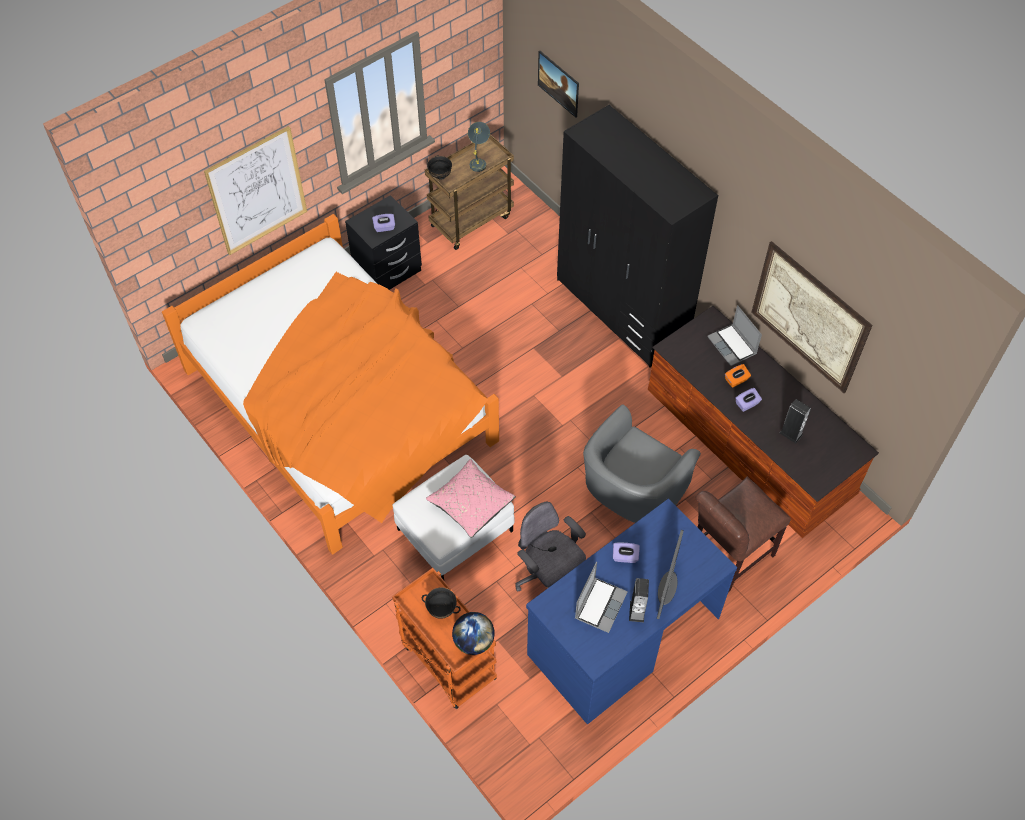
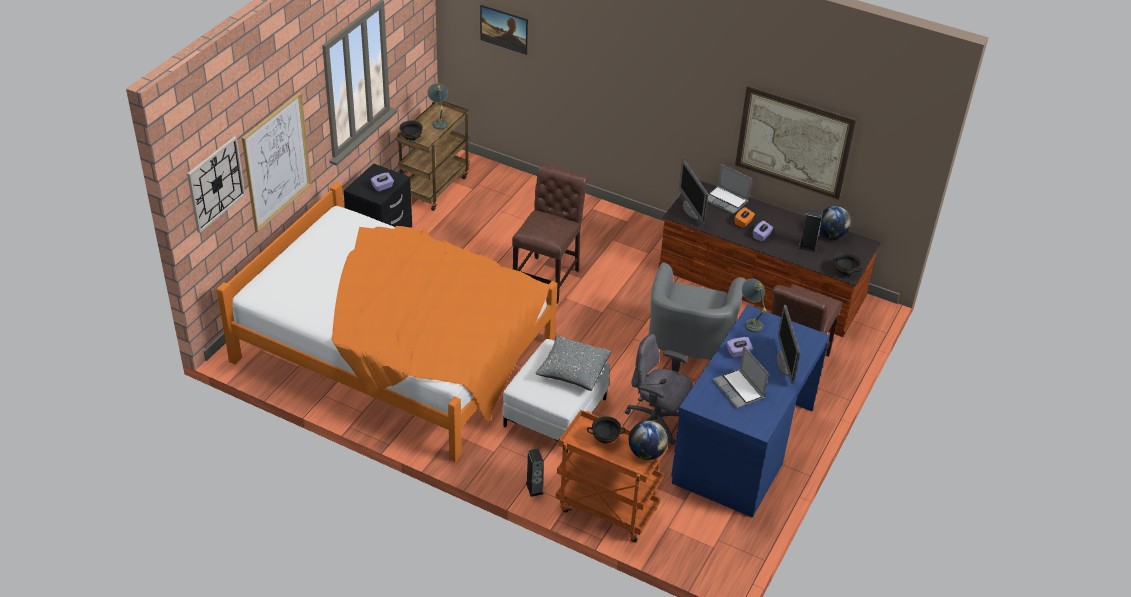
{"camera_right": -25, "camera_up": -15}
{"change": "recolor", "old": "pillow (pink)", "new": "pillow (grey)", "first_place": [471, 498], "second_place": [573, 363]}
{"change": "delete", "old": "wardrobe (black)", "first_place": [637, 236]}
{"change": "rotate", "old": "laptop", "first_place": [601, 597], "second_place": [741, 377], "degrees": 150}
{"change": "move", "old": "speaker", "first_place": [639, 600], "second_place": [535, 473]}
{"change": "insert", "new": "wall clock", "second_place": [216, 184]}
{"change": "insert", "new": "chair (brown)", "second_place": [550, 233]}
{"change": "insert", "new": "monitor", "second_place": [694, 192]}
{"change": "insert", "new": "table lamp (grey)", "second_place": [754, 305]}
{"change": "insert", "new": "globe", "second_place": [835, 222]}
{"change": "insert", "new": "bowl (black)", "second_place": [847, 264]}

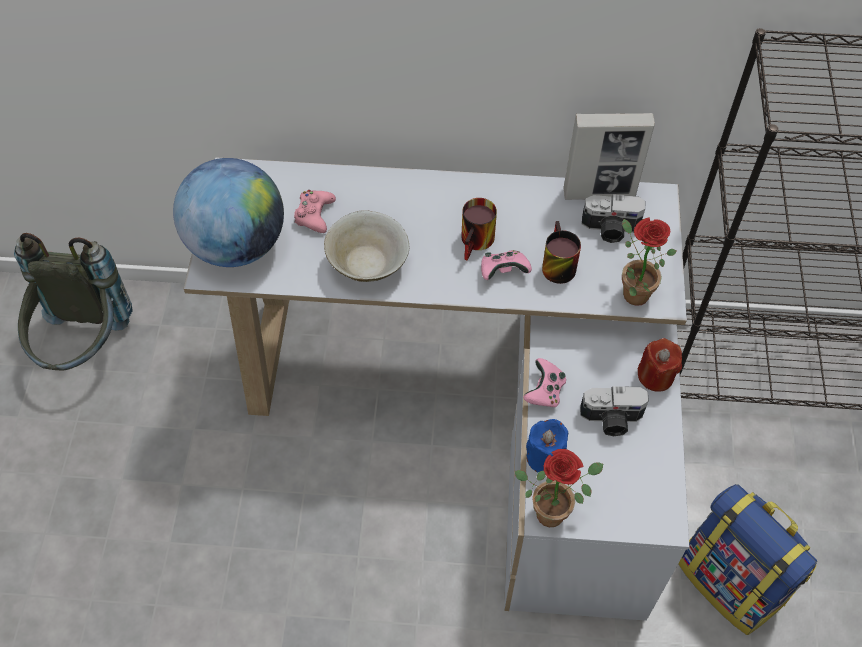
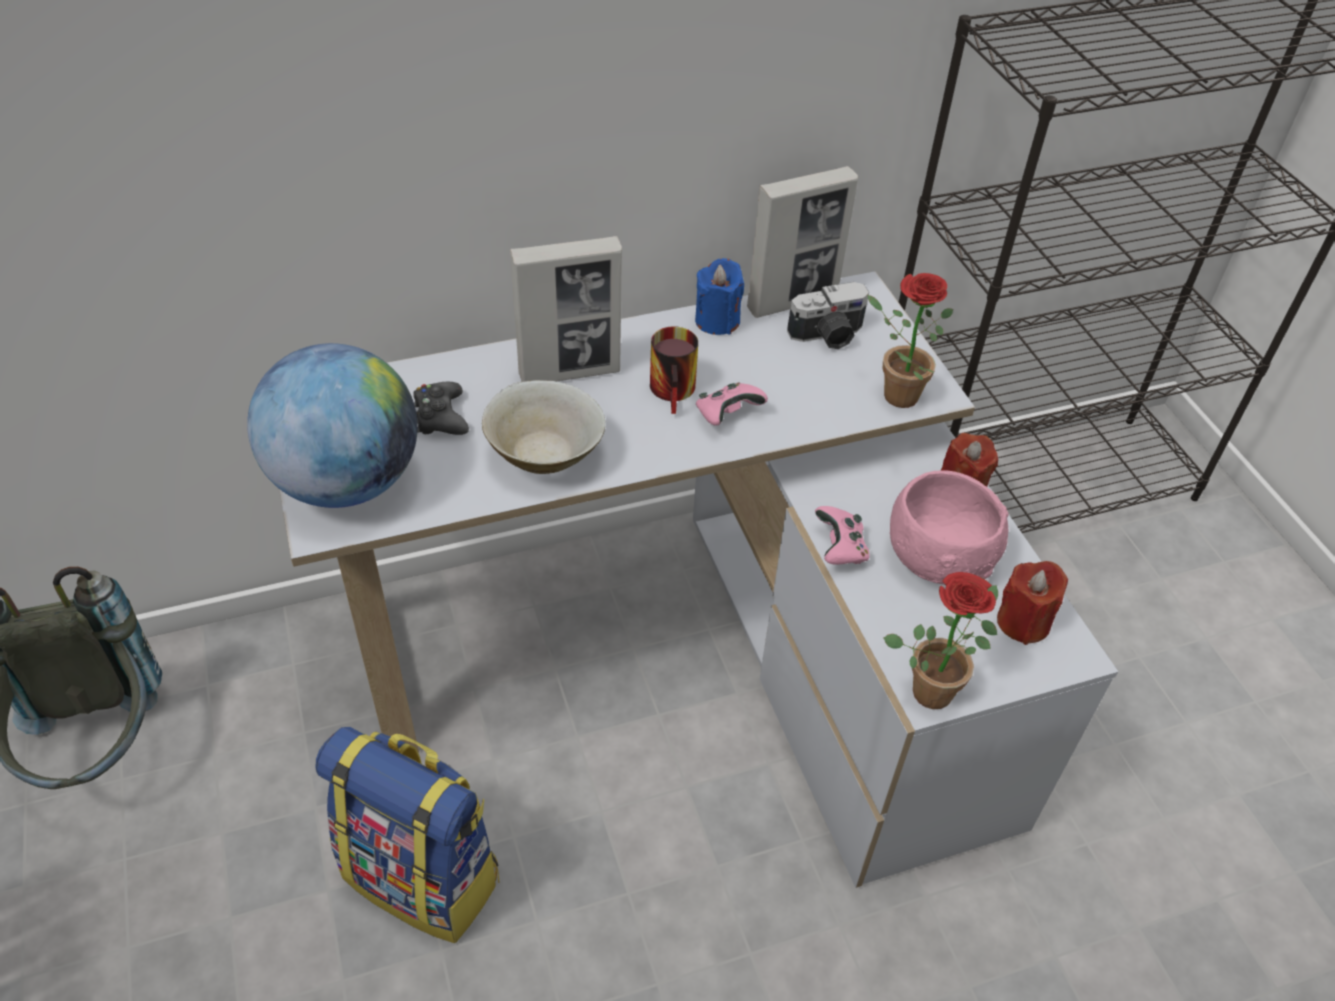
{"camera_right": -25, "camera_up": -10}
{"change": "recolor", "old": "game controller (pink)", "new": "game controller (black)", "first_place": [315, 211], "second_place": [441, 408]}
{"change": "move", "old": "candle (blue)", "first_place": [547, 446], "second_place": [719, 296]}
{"change": "delete", "old": "mug", "first_place": [561, 252]}
{"change": "replace", "old": "photo camera", "new": "bowl (pink)", "first_place": [614, 411], "second_place": [949, 527]}
{"change": "move", "old": "backpack", "first_place": [747, 559], "second_place": [407, 835]}
{"change": "insert", "new": "picture frame", "second_place": [566, 309]}
{"change": "insert", "new": "candle (red)", "second_place": [1032, 603]}

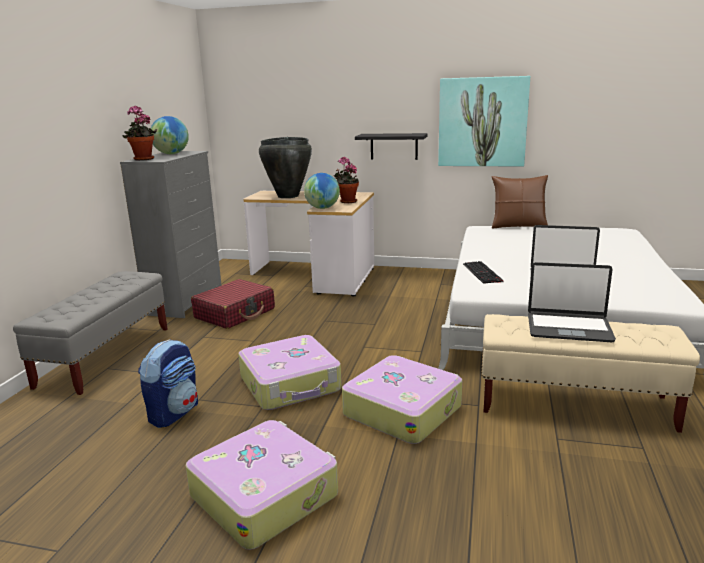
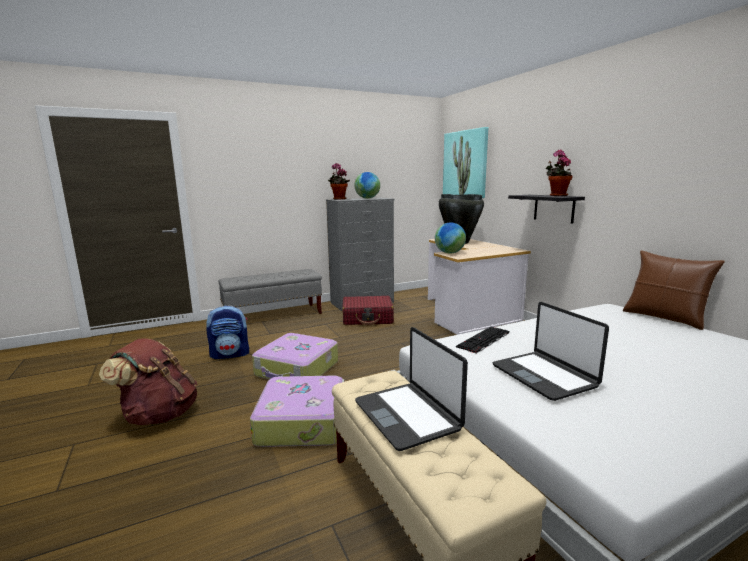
{"camera_right": 50, "camera_up": -5}
{"change": "replace", "old": "suitcase", "new": "backpack (brown)", "first_place": [262, 485], "second_place": [148, 381]}
{"change": "move", "old": "potted plant", "first_place": [346, 180], "second_place": [559, 173]}
{"change": "move", "old": "picture", "first_place": [484, 121], "second_place": [465, 162]}

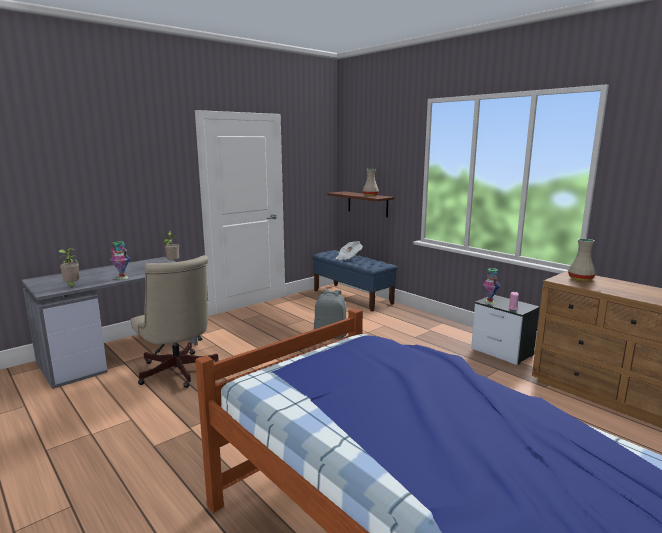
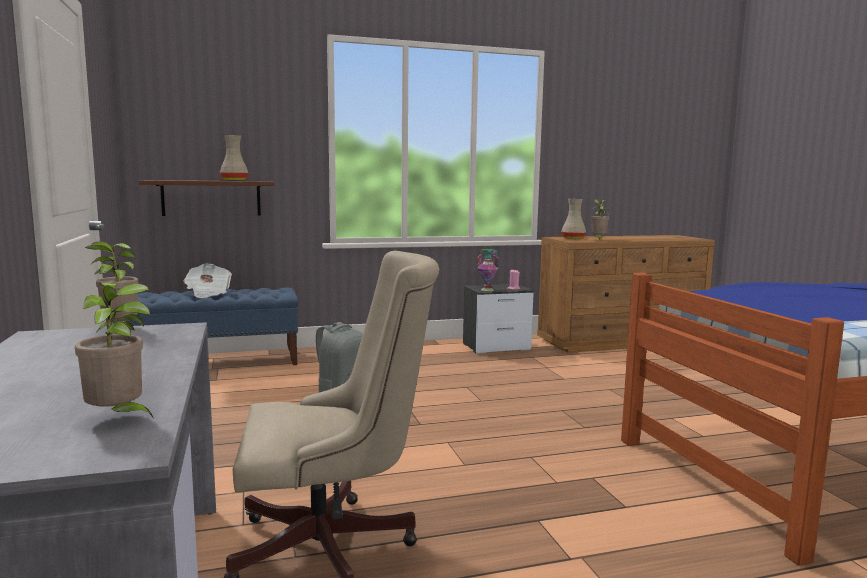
{"camera_right": -65, "camera_up": -5}
{"change": "delete", "old": "vase", "first_place": [120, 260]}
{"change": "insert", "new": "potted plant", "second_place": [600, 220]}

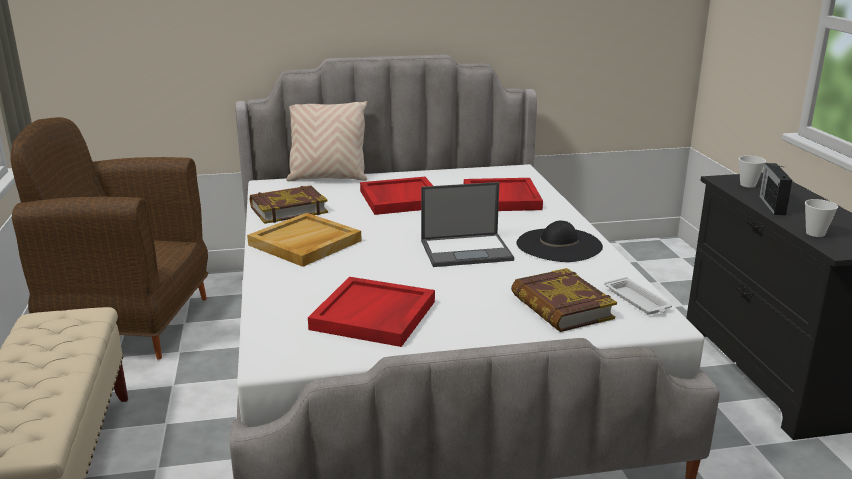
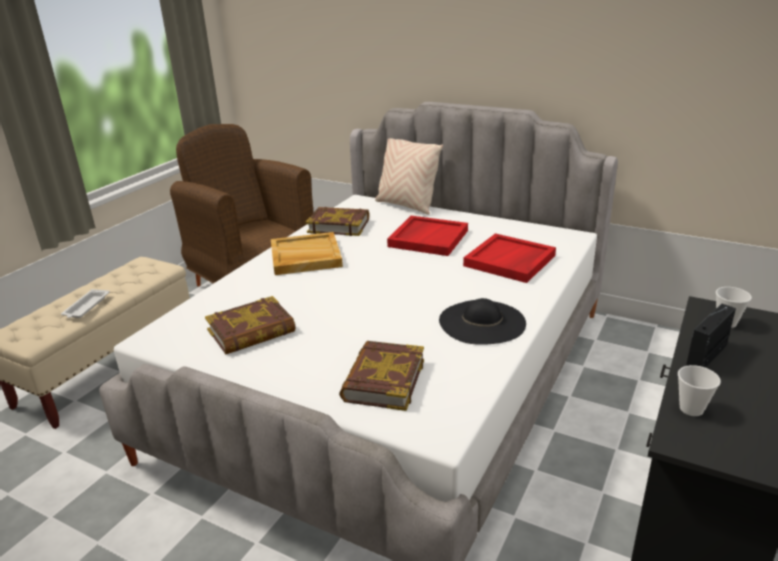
{"camera_right": 40, "camera_up": 5}
{"change": "replace", "old": "tray (red)", "new": "book", "first_place": [371, 312], "second_place": [250, 325]}
{"change": "delete", "old": "laptop", "first_place": [467, 224]}
{"change": "move", "old": "tray (white)", "first_place": [638, 296], "second_place": [85, 303]}

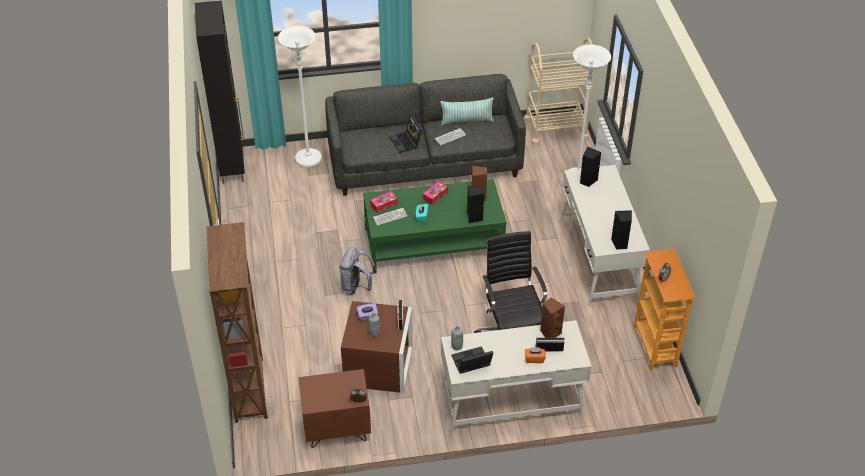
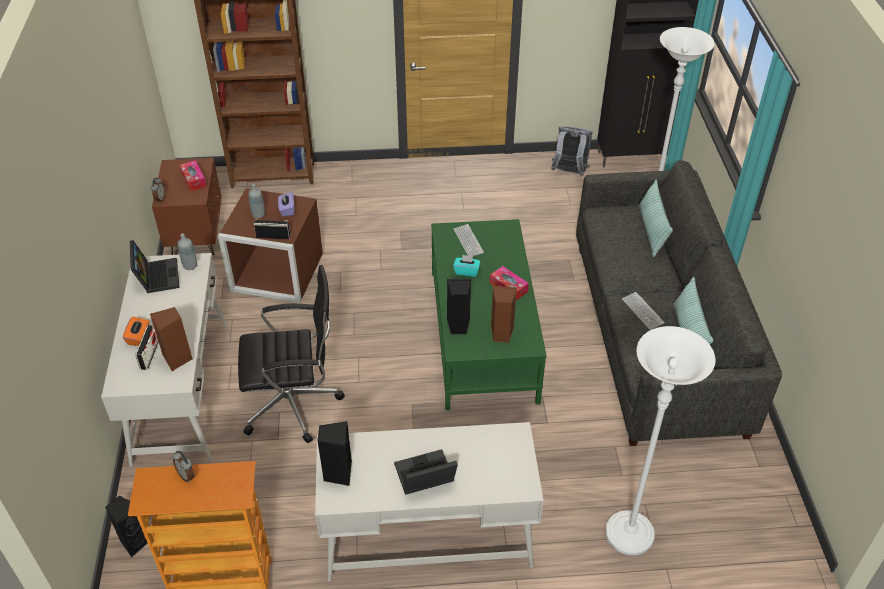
{"camera_right": 95, "camera_up": 0}
{"change": "move", "old": "backpack (grey)", "first_place": [358, 271], "second_place": [572, 151]}
{"change": "move", "old": "tissue box", "first_place": [384, 202], "second_place": [193, 175]}
{"change": "move", "old": "laptop", "first_place": [406, 134], "second_place": [426, 472]}
{"change": "delete", "old": "cart (beige)", "first_place": [559, 92]}
{"change": "move", "old": "speaker (black)", "first_place": [591, 166], "second_place": [126, 526]}
{"change": "insert", "new": "pillow", "second_place": [655, 219]}

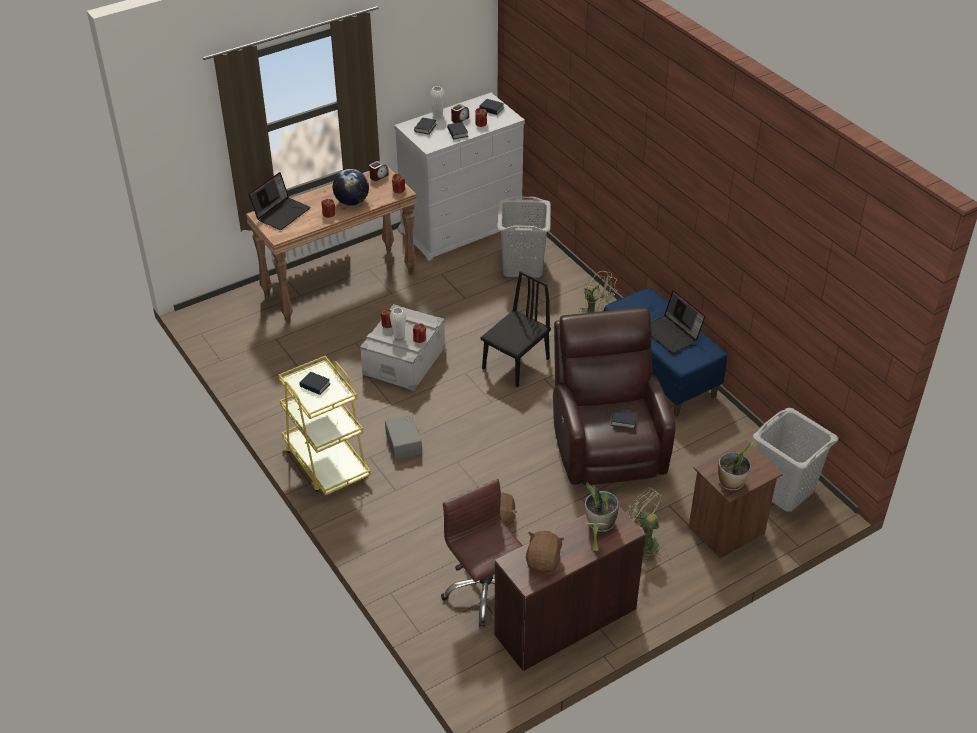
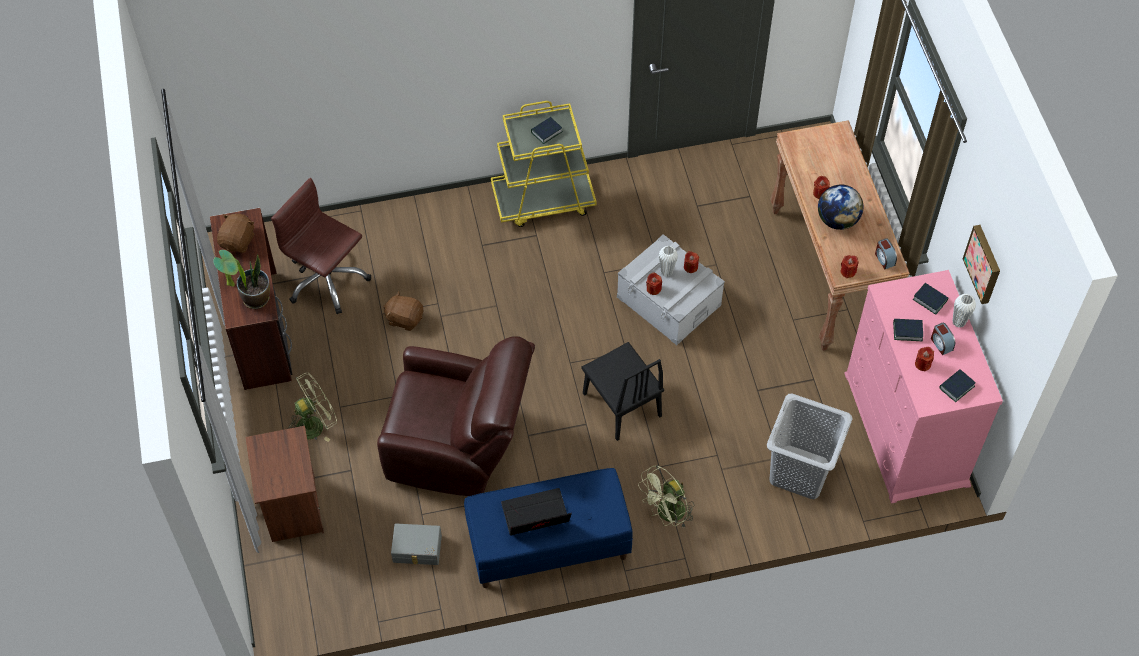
{"camera_right": 110, "camera_up": 15}
{"change": "delete", "old": "laptop", "first_place": [280, 201]}
{"change": "move", "old": "storage box (grey)", "first_place": [403, 437], "second_place": [416, 544]}
{"change": "recolor", "old": "dresser (white)", "new": "dresser (pink)", "first_place": [459, 177], "second_place": [923, 387]}
{"change": "rotate", "old": "office chair (brown)", "first_place": [482, 553], "second_place": [321, 246], "degrees": -135}
{"change": "rotate", "old": "plush toy (brown)", "first_place": [545, 551], "second_place": [235, 233], "degrees": -105}
{"change": "delete", "old": "book", "first_place": [624, 419]}
{"change": "delete", "old": "potted plant", "first_place": [736, 466]}
{"change": "delete", "old": "laundry basket (grey)", "first_place": [795, 460]}
{"change": "insert", "new": "picture", "second_place": [981, 264]}

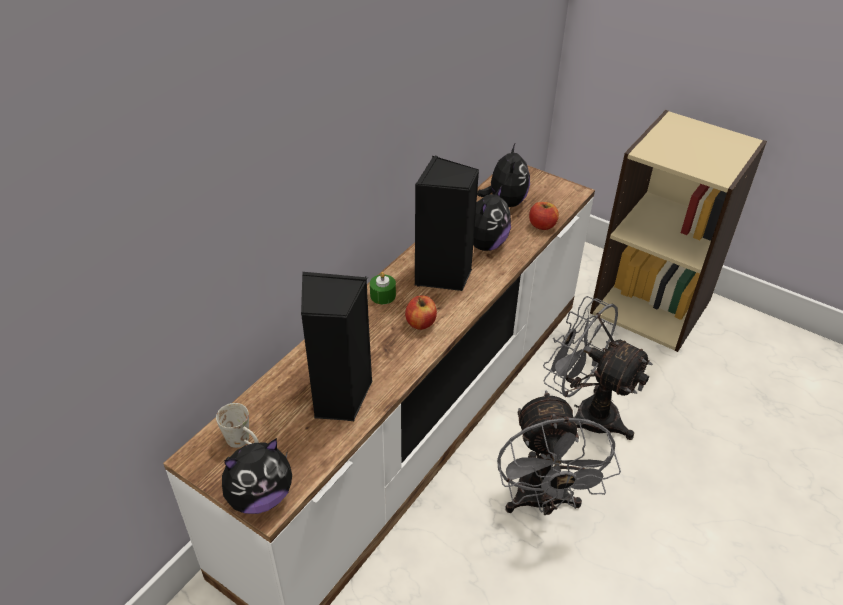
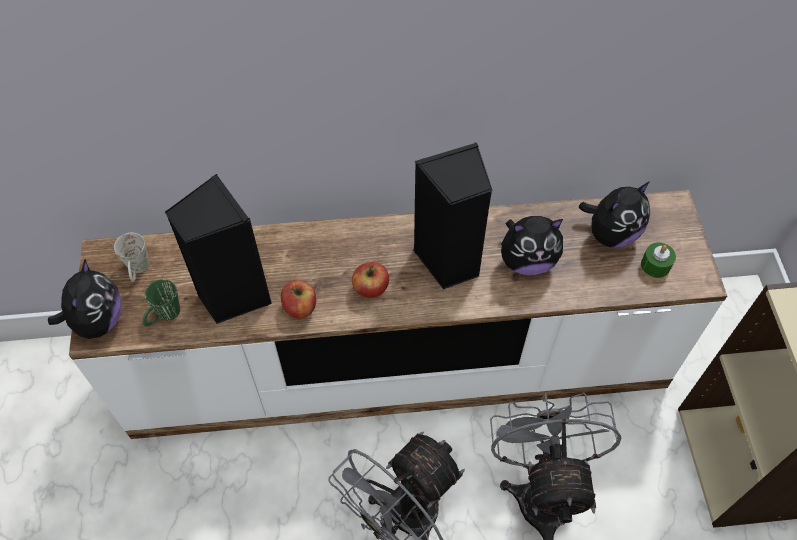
{"camera_right": 50, "camera_up": 15}
{"change": "rotate", "old": "plush toy", "first_place": [257, 476], "second_place": [85, 299], "degrees": -105}
{"change": "move", "old": "candle (green)", "first_place": [383, 288], "second_place": [658, 260]}
{"change": "move", "old": "apple", "first_place": [544, 216], "second_place": [298, 299]}
{"change": "insert", "new": "mug (green)", "second_place": [161, 303]}

